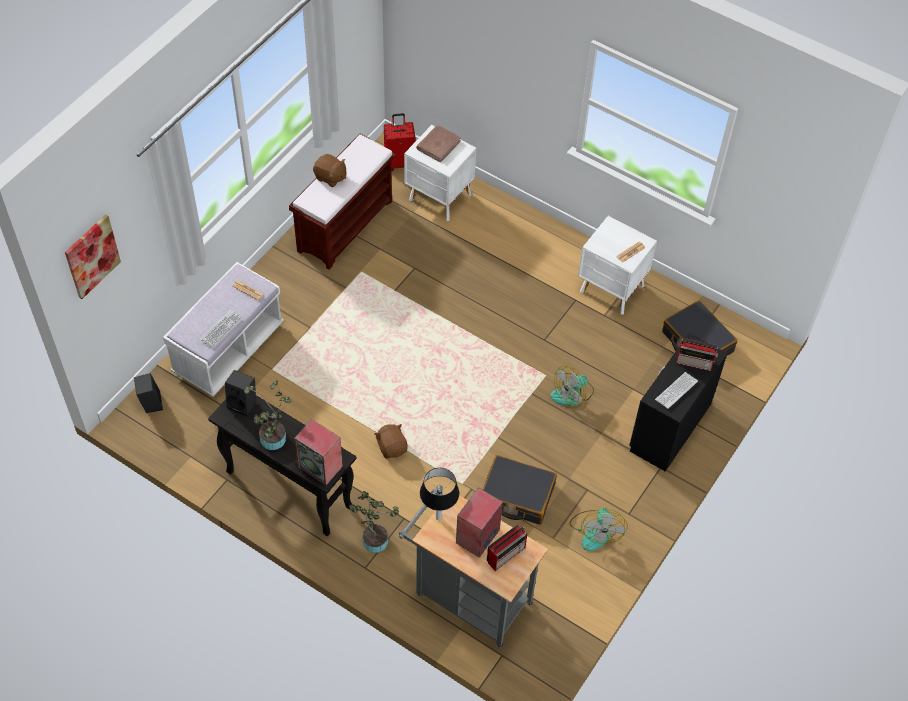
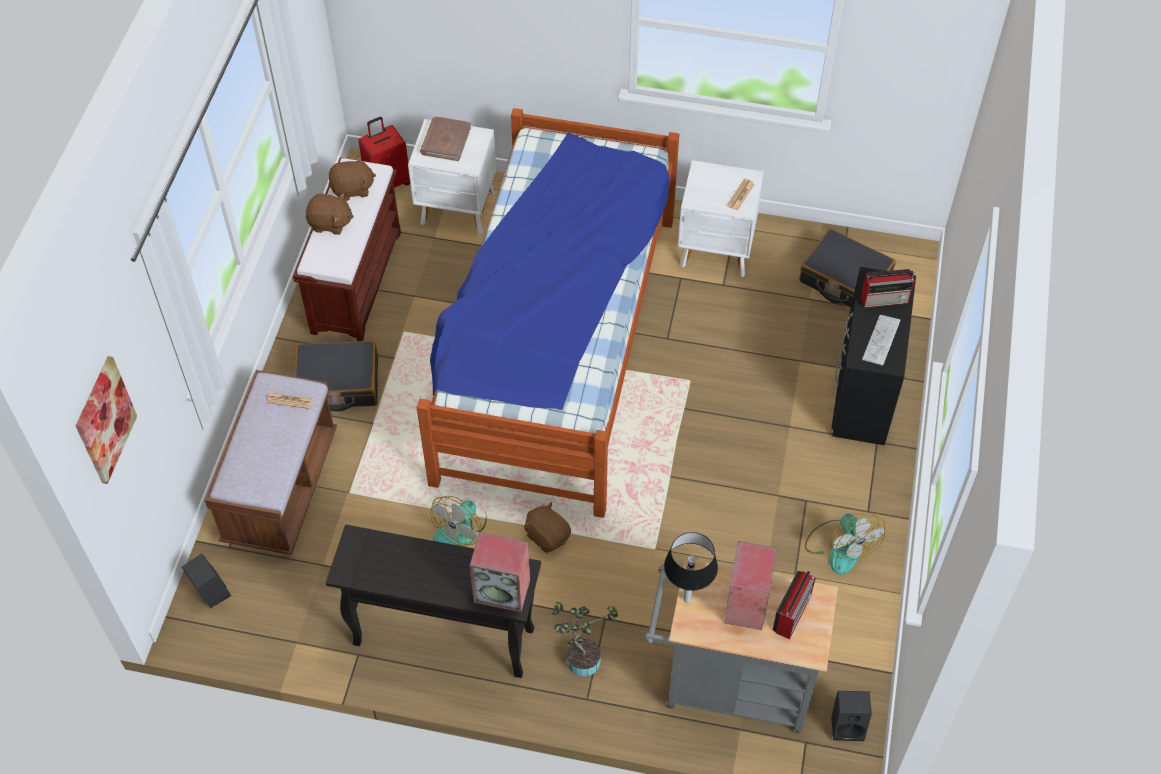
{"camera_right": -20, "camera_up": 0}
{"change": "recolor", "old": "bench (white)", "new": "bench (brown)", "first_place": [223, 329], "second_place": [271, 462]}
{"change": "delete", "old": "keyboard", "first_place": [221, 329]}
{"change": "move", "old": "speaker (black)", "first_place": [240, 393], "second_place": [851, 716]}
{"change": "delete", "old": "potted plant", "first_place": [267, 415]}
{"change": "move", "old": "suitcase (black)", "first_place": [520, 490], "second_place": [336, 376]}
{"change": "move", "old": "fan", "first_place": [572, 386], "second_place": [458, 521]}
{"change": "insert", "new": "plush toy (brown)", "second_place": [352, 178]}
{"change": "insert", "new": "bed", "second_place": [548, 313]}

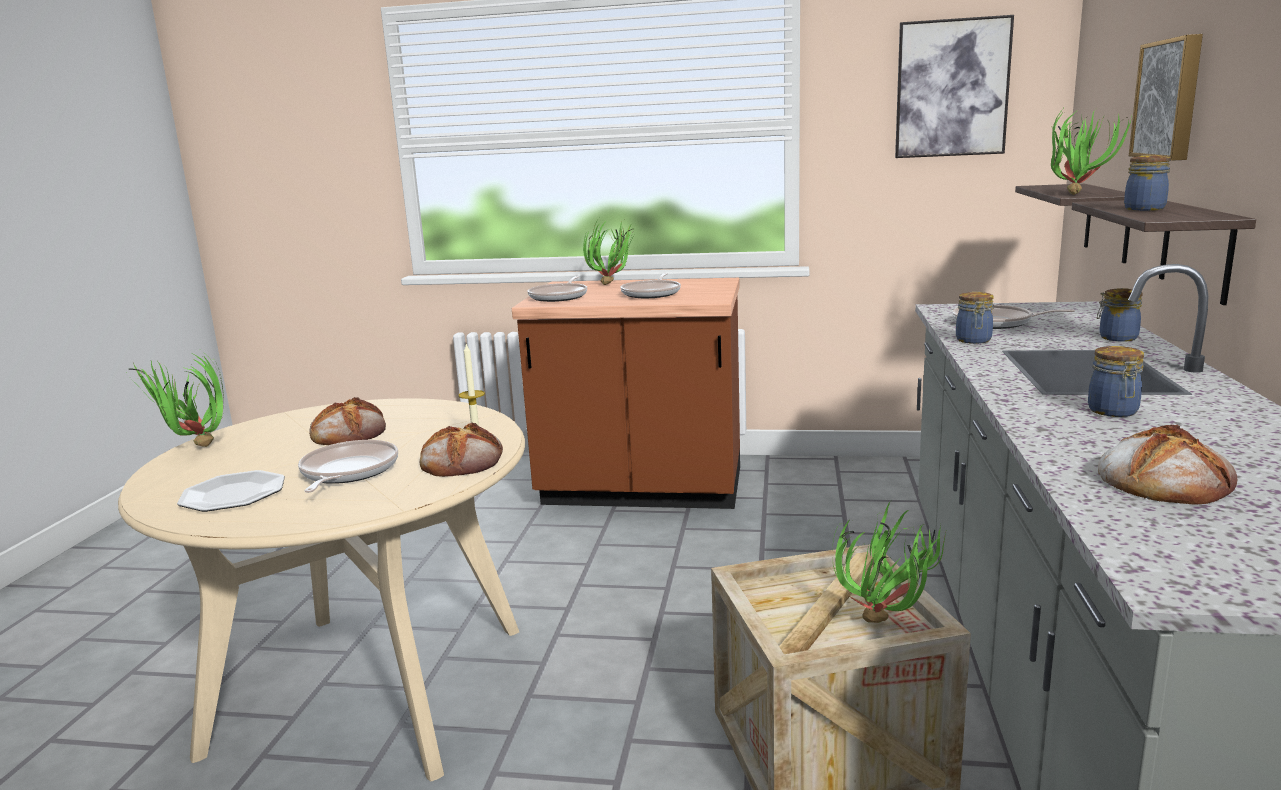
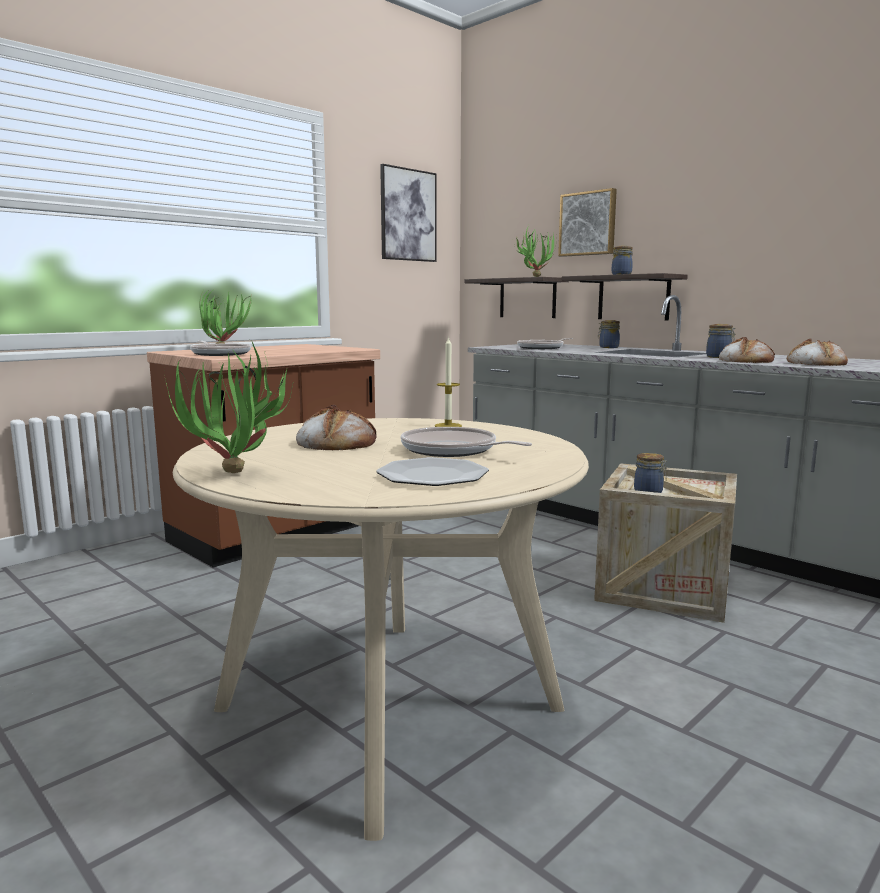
{"camera_right": -55, "camera_up": -5}
{"change": "move", "old": "bread", "first_place": [461, 450], "second_place": [747, 350]}
{"change": "delete", "old": "frying pan", "first_place": [651, 285]}
{"change": "delete", "old": "potted plant", "first_place": [889, 561]}
{"change": "move", "old": "jar", "first_place": [974, 318], "second_place": [650, 473]}

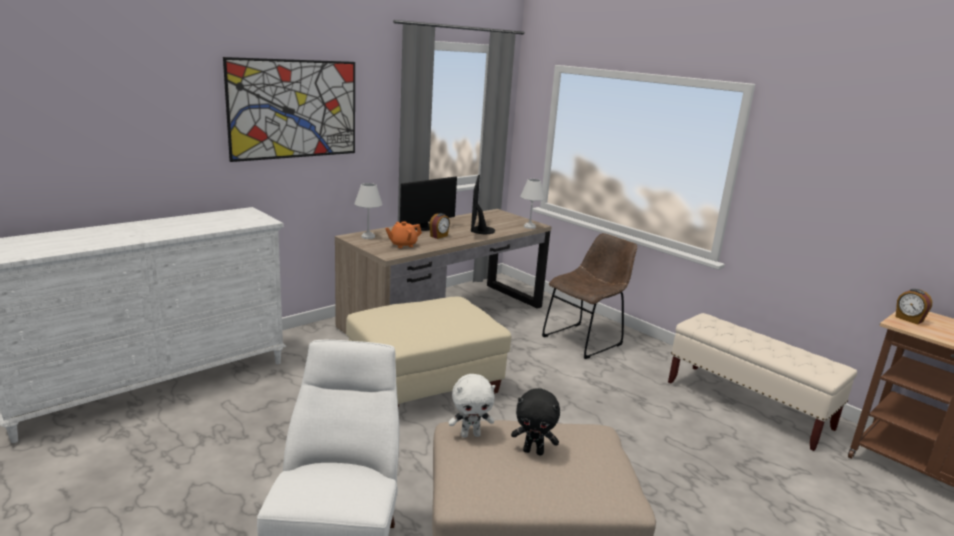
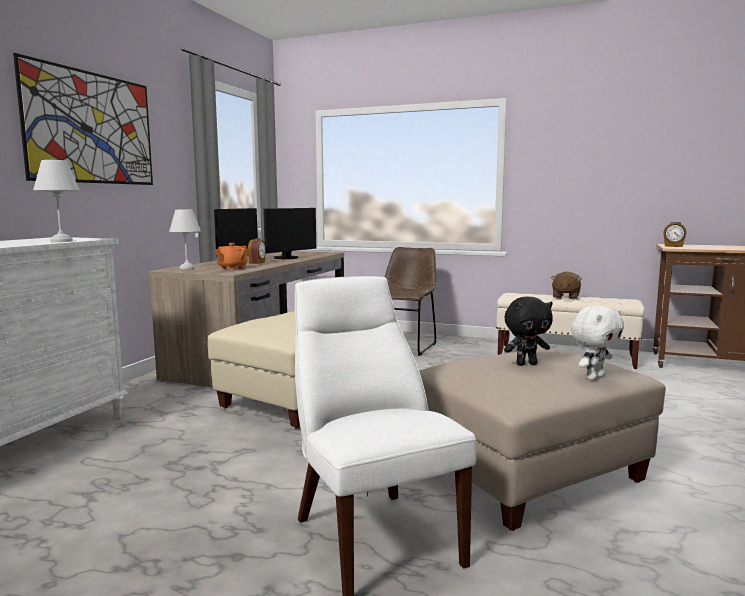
{"camera_right": -25, "camera_up": -10}
{"change": "move", "old": "plush toy (white)", "first_place": [472, 406], "second_place": [597, 343]}
{"change": "rotate", "old": "monitor", "first_place": [483, 204], "second_place": [289, 233], "degrees": -120}
{"change": "move", "old": "table lamp (white)", "first_place": [532, 204], "second_place": [56, 201]}
{"change": "insert", "new": "plush toy (brown)", "second_place": [566, 285]}

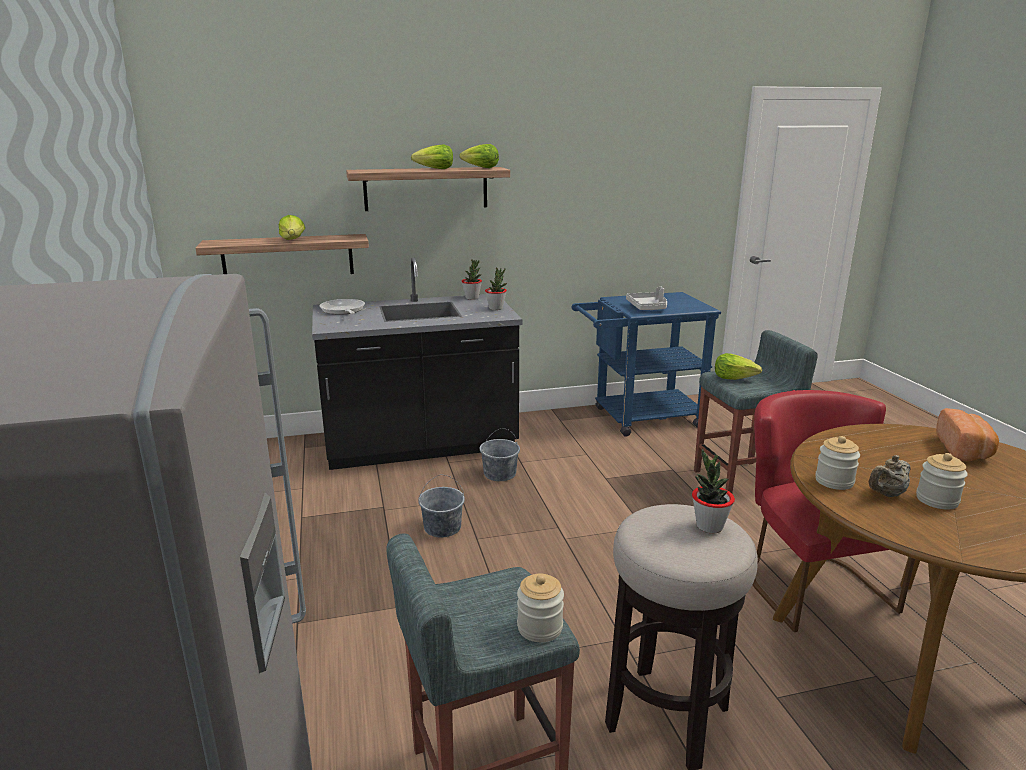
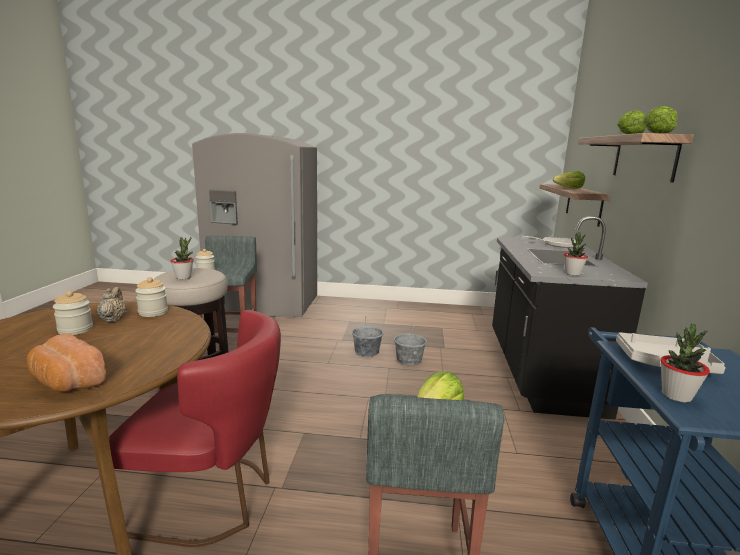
{"camera_right": 110, "camera_up": -5}
{"change": "move", "old": "potted plant", "first_place": [472, 279], "second_place": [685, 363]}
{"change": "move", "old": "bucket (grey)", "first_place": [499, 454], "second_place": [367, 336]}

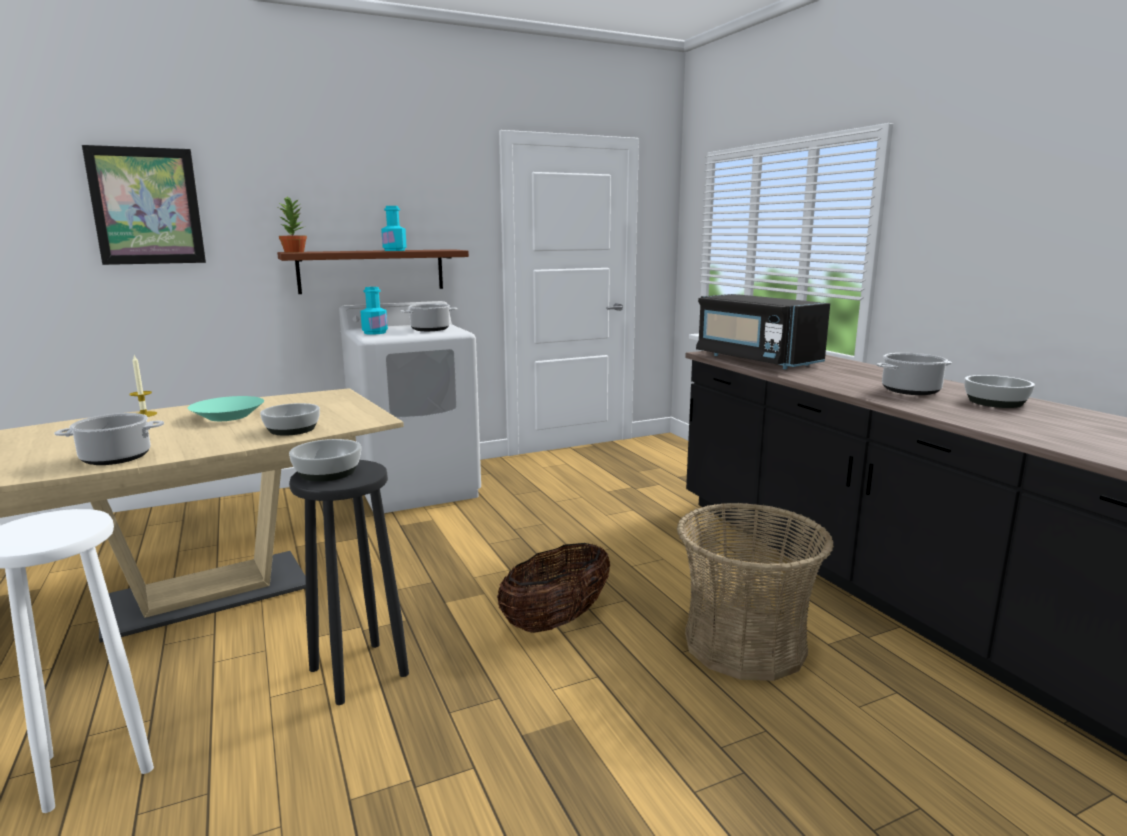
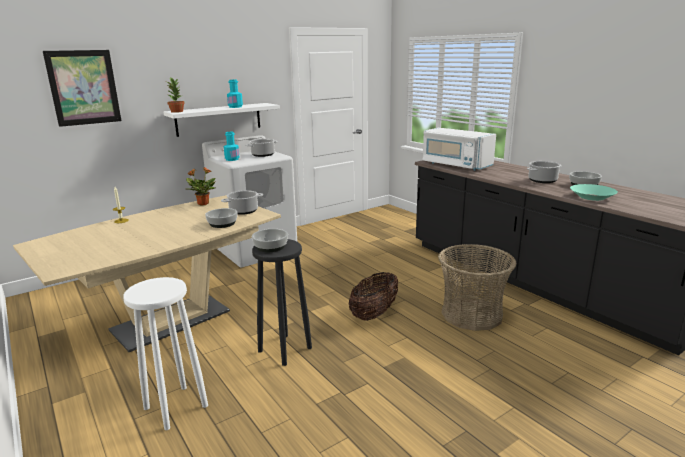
{"camera_right": -10, "camera_up": 5}
{"change": "move", "old": "cooking pot", "first_place": [109, 439], "second_place": [242, 202]}
{"change": "move", "old": "bowl (turquoise)", "first_place": [226, 408], "second_place": [594, 192]}
{"change": "recolor", "old": "shelf (brown)", "new": "shelf (white)", "first_place": [373, 271], "second_place": [221, 120]}
{"change": "recolor", "old": "microwave (black)", "new": "microwave (white)", "first_place": [763, 331], "second_place": [459, 149]}
{"change": "insert", "new": "potted plant", "second_place": [201, 186]}

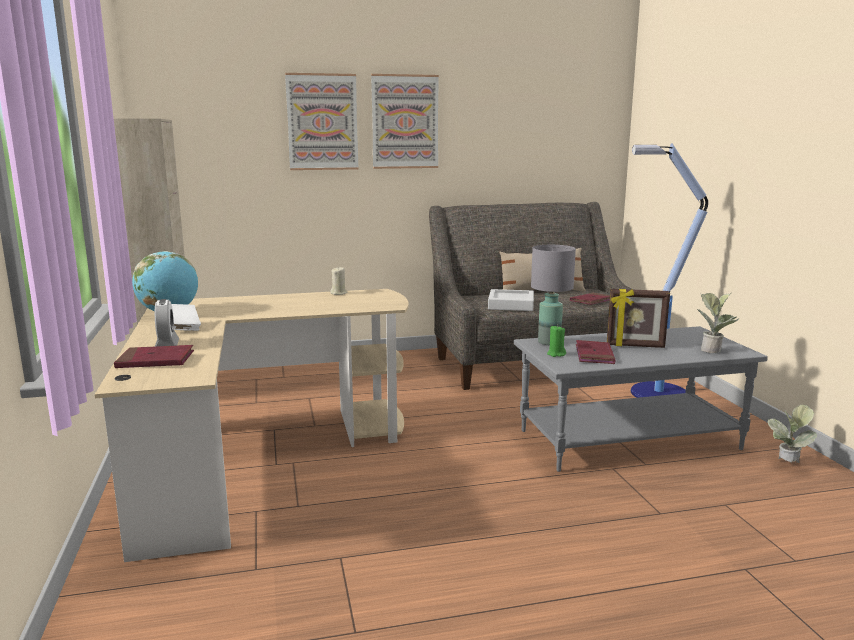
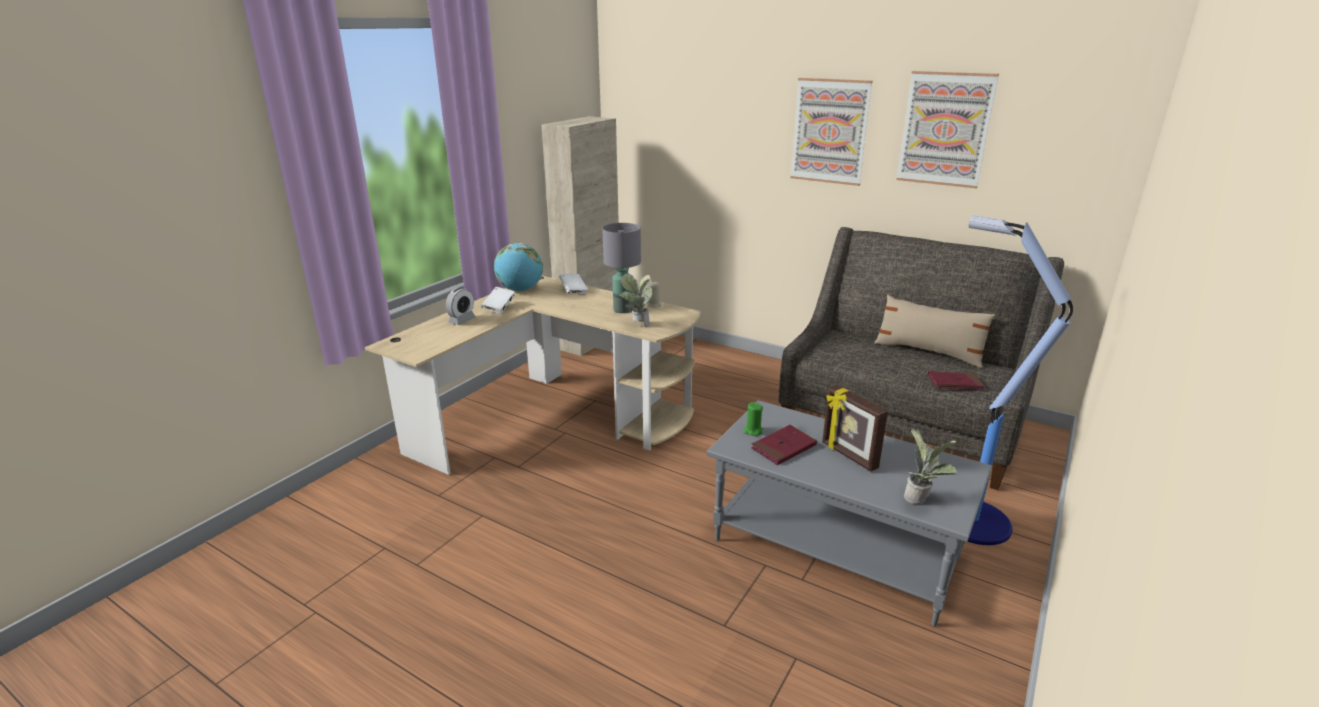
{"camera_right": 45, "camera_up": 10}
{"change": "delete", "old": "book (red)", "first_place": [154, 356]}
{"change": "move", "old": "picture", "first_place": [322, 121], "second_place": [947, 129]}
{"change": "delete", "old": "tray (grey)", "first_place": [511, 300]}
{"change": "move", "old": "table lamp (grey)", "first_place": [553, 295], "second_place": [621, 268]}
{"change": "move", "old": "potted plant", "first_place": [792, 434], "second_place": [636, 300]}
{"change": "insert", "new": "book (white)", "second_place": [573, 284]}

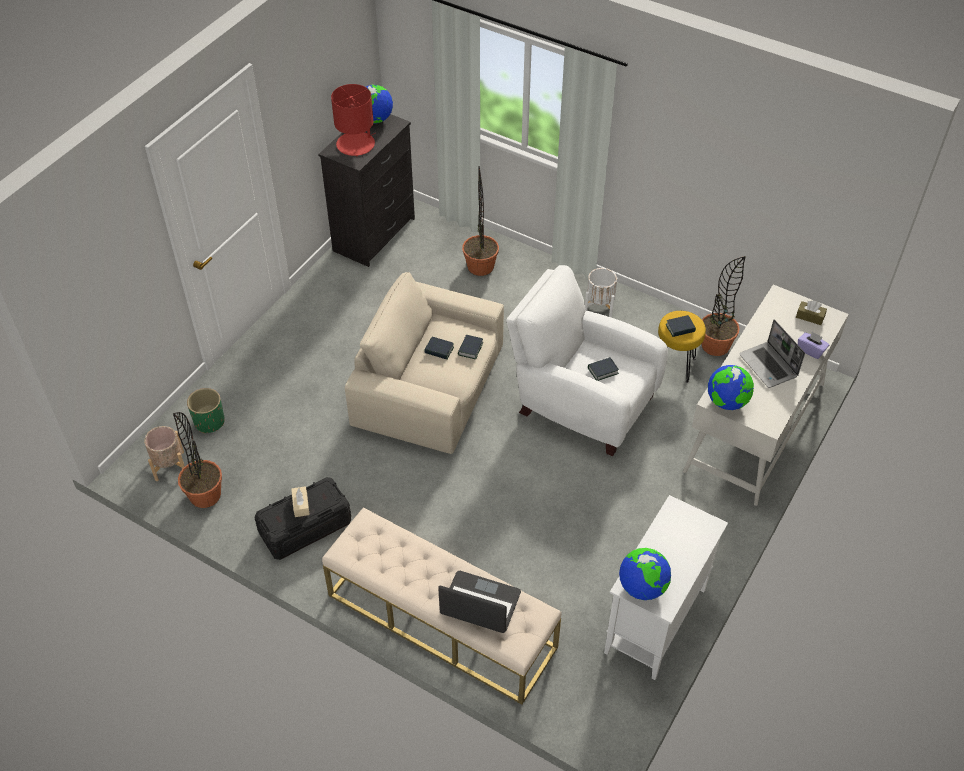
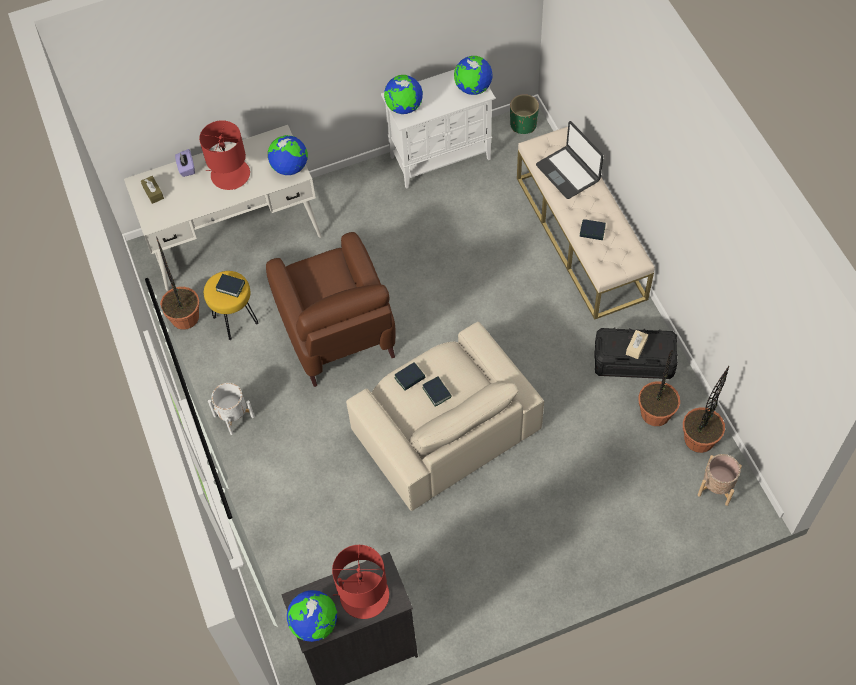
{"camera_right": -140, "camera_up": 10}
{"change": "move", "old": "planter (green)", "first_place": [206, 411], "second_place": [524, 114]}
{"change": "move", "old": "potted plant", "first_place": [480, 221], "second_place": [659, 388]}
{"change": "recolor", "old": "armchair (white)", "new": "armchair (brown)", "first_place": [587, 360], "second_place": [331, 309]}
{"change": "move", "old": "book", "first_place": [603, 369], "second_place": [593, 229]}
{"change": "replace", "old": "laptop", "new": "table lamp (red)", "first_place": [772, 353], "second_place": [224, 155]}
{"change": "insert", "new": "globe", "second_place": [403, 94]}

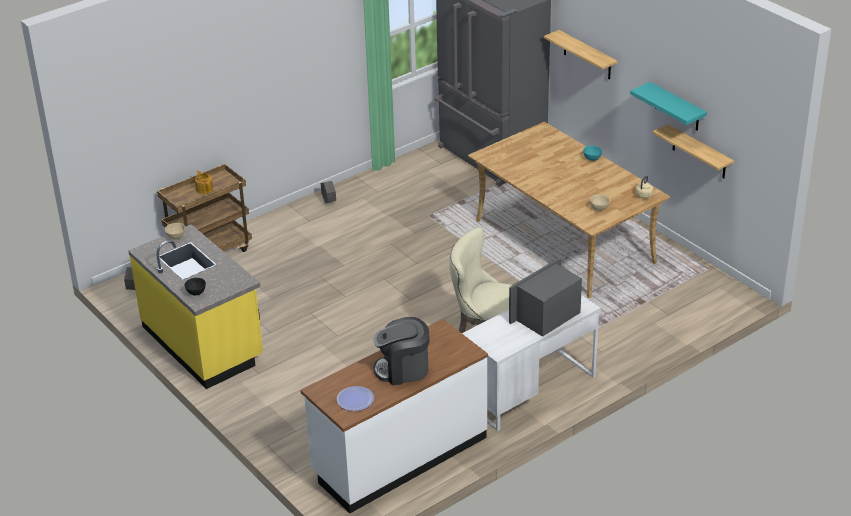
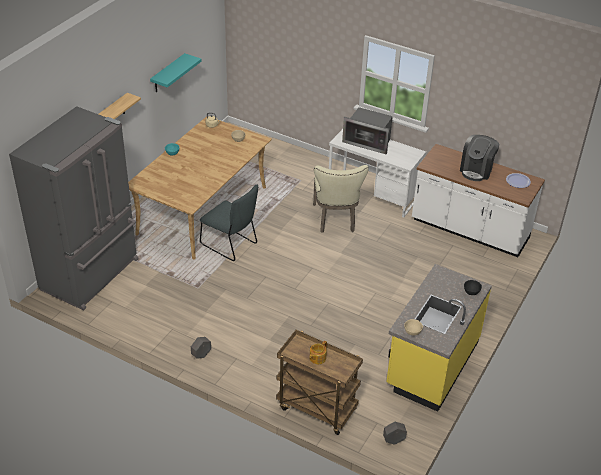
{"camera_right": -115, "camera_up": 5}
{"change": "rotate", "old": "coffee machine", "first_place": [401, 351], "second_place": [479, 158], "degrees": 60}
{"change": "delete", "old": "shelf", "first_place": [693, 151]}
{"change": "insert", "new": "chair (grey)", "second_place": [229, 223]}

